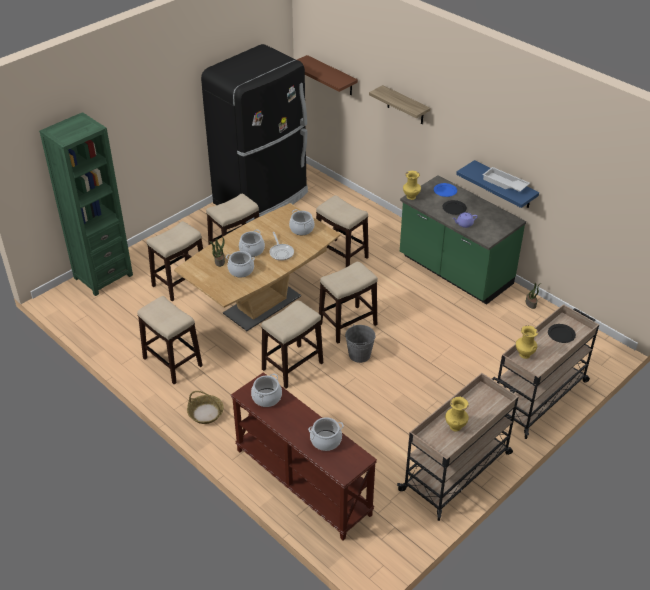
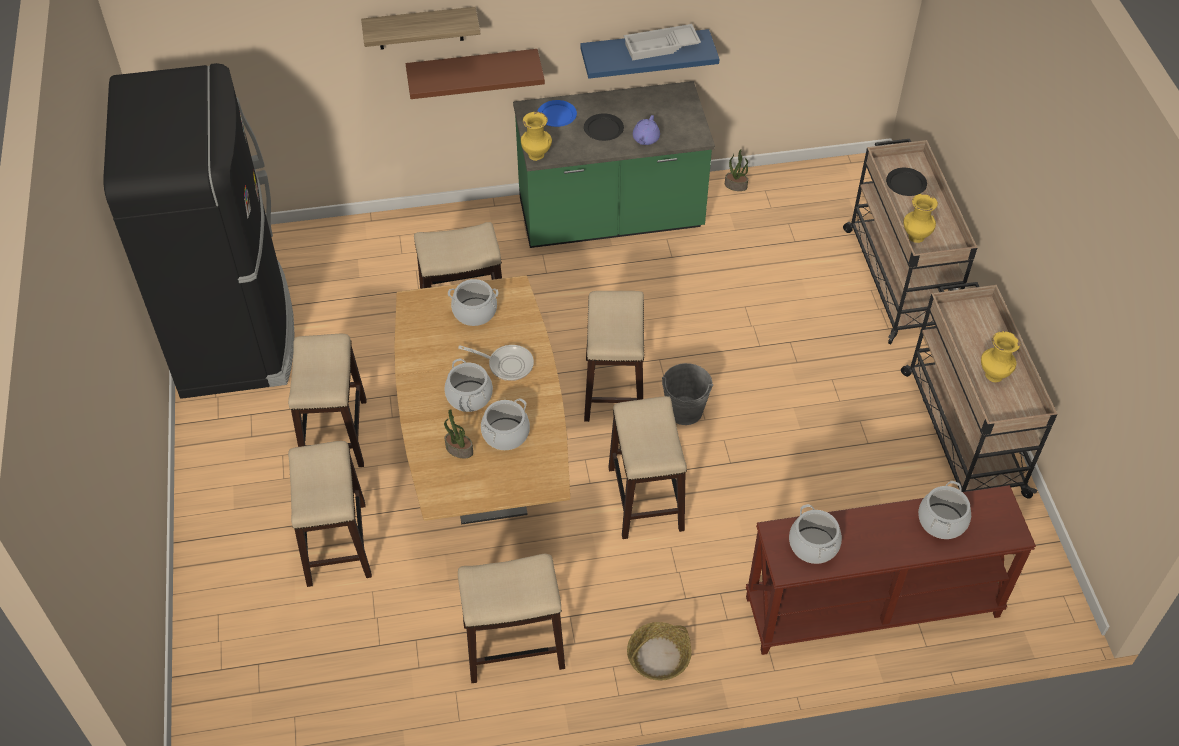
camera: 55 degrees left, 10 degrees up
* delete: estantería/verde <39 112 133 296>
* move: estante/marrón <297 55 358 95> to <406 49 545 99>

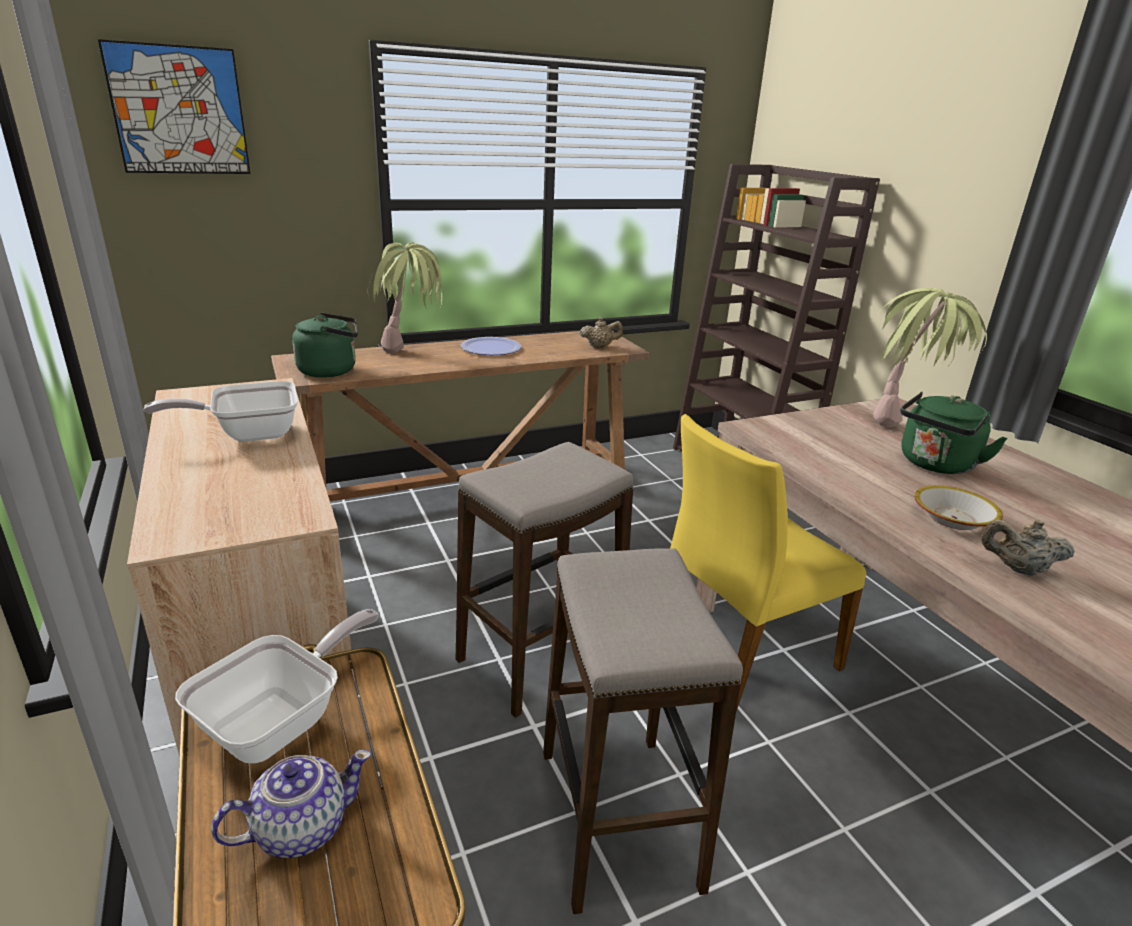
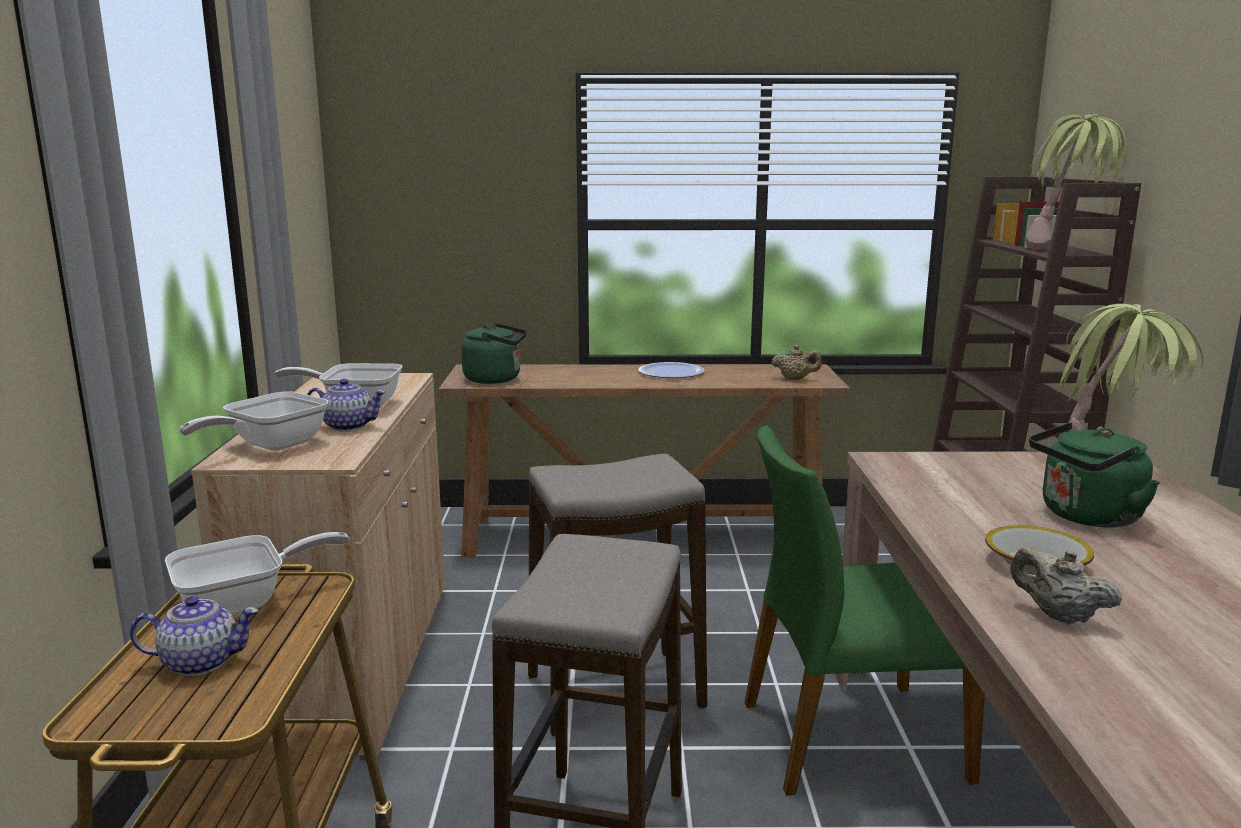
camera: 25 degrees right, 10 degrees down
* delete: cuadro <98 39 251 174>
* move: planta en maceta <367 243 442 353> to <1025 114 1127 250>
* recolor: silla/amarillo <670 414 866 712> to silla/verde <744 425 985 796>
* insert: sartén <179 391 329 451>
* insert: tetera <307 379 386 431>

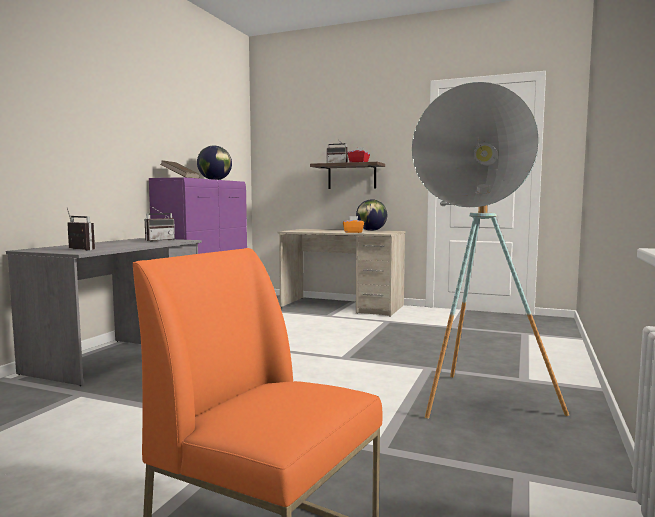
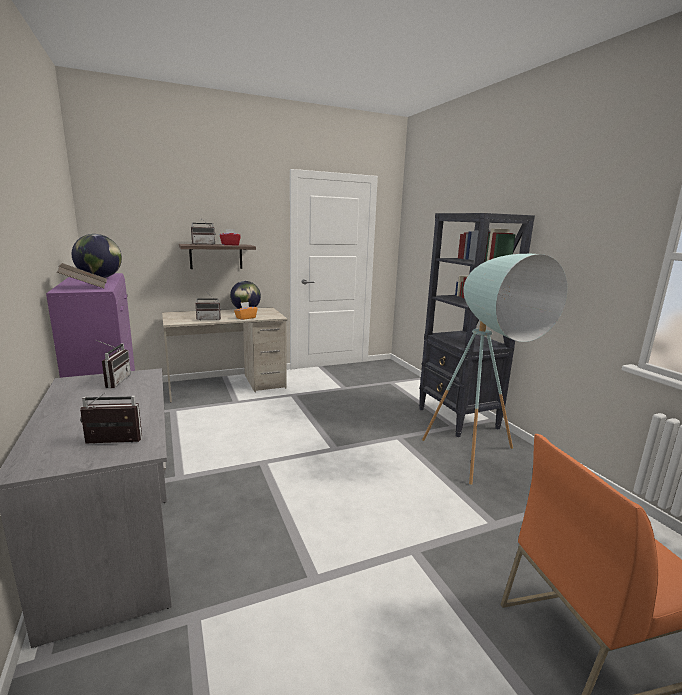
camera: 45 degrees left, 10 degrees up
* insert: radio <195 294 221 320>
* insert: estantería/negro <419 213 535 437>

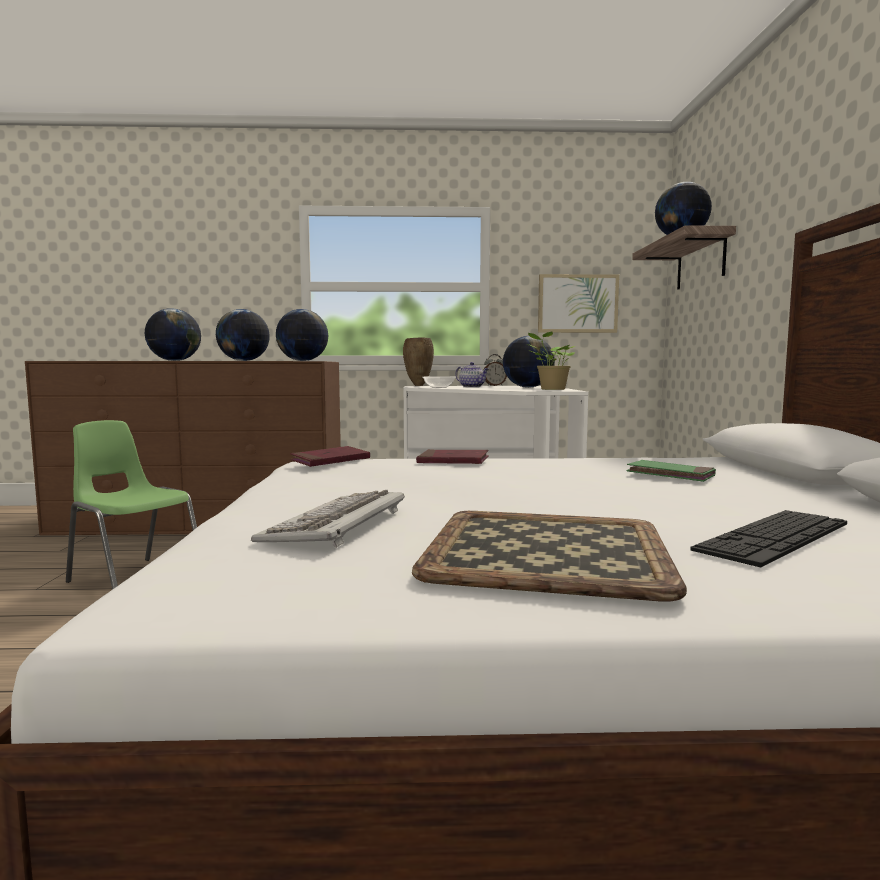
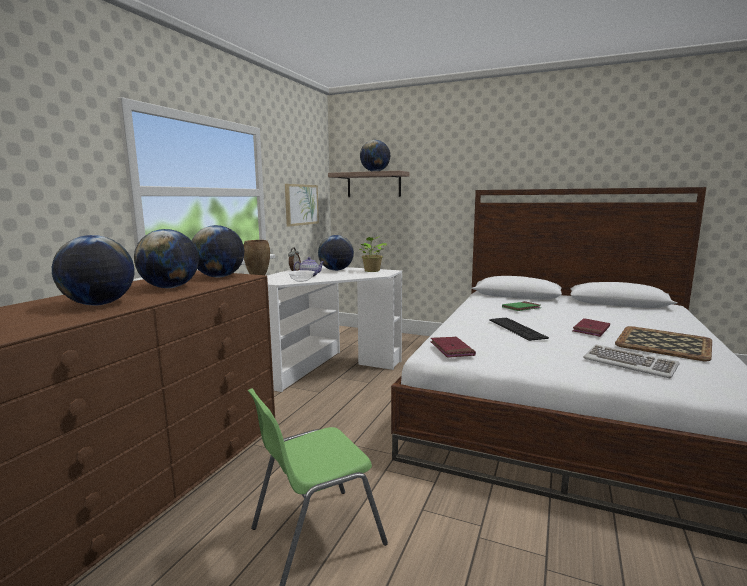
camera: 65 degrees left, 5 degrees up
* move: libro/rojo <416 449 489 464> to <573 318 610 337>
* move: teclado <690 510 847 568> to <489 317 549 341>

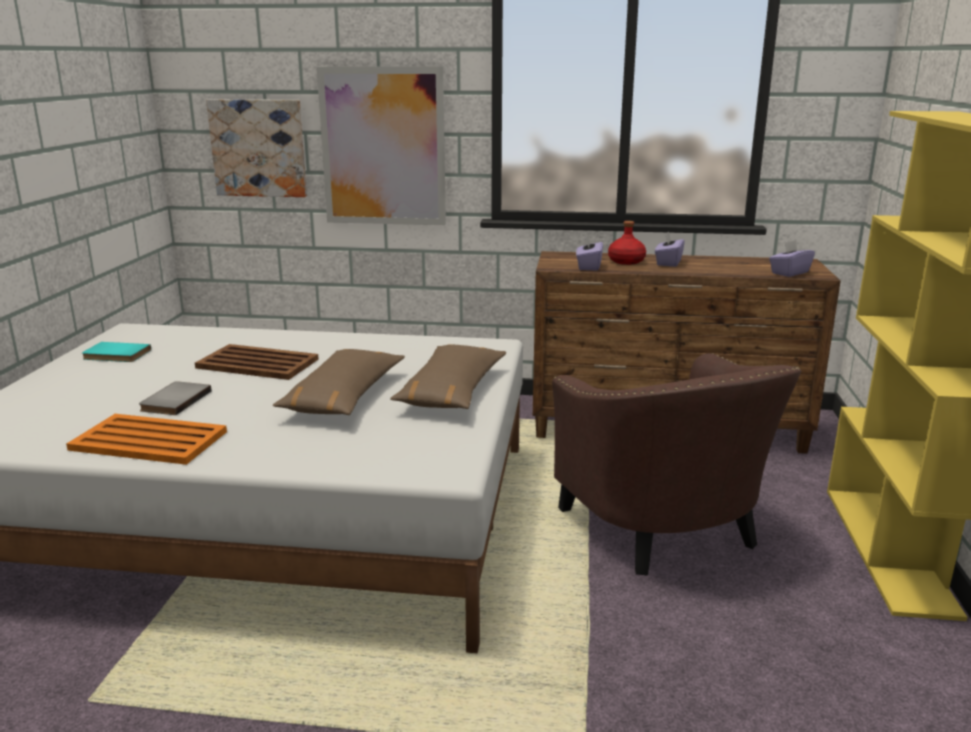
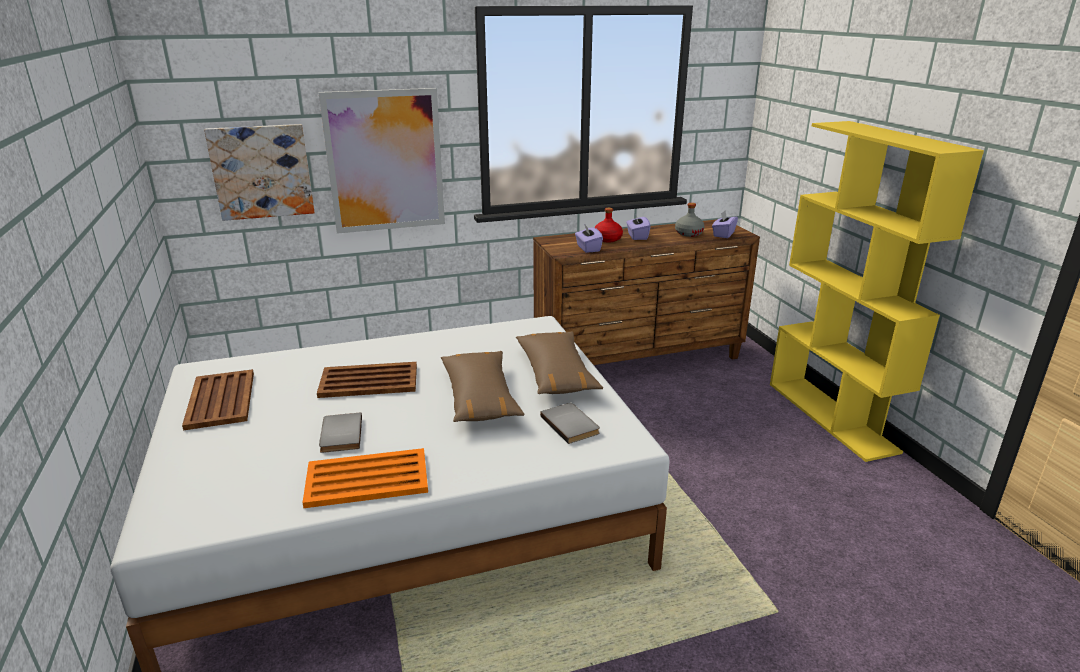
camera: 25 degrees left, 5 degrees up
* replace: libro/turquesa <82 342 151 362> to bandeja/marrón <182 369 254 430>
* delete: sillón/marrón <552 353 801 575>
* insert: libro/gris <540 403 600 444>
* insert: botella/gris <675 203 705 237>

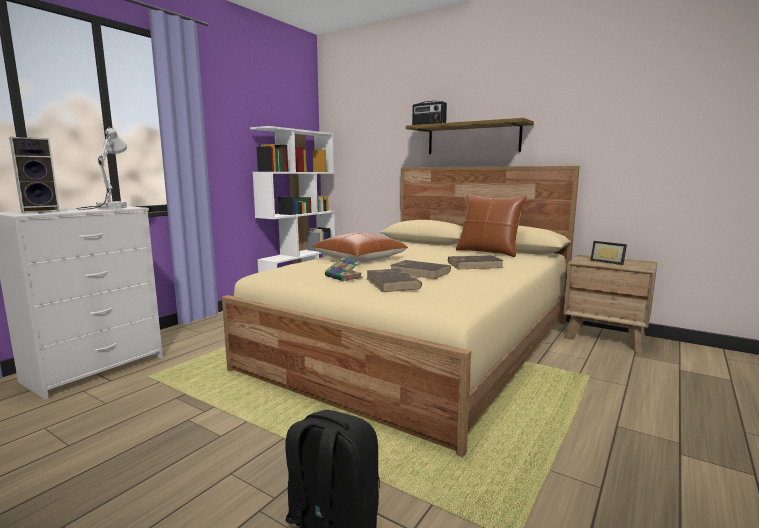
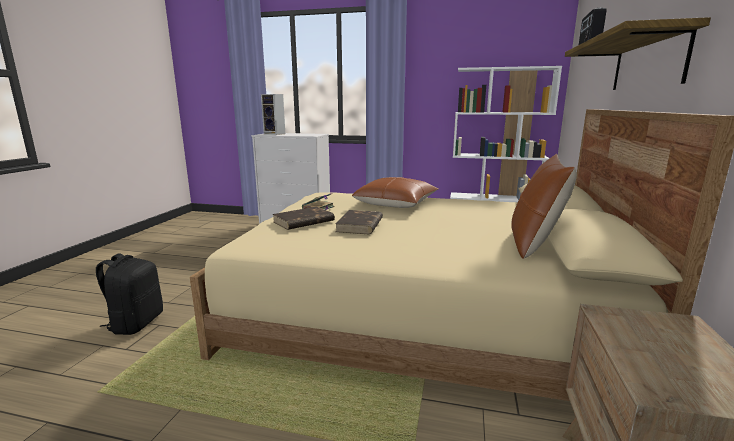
camera: 70 degrees right, 5 degrees up
* delete: lámpara de mesa/blanco <76 126 127 210>
* delete: libro/marrón <448 255 504 269>
* delete: portarretratos <590 241 627 265>

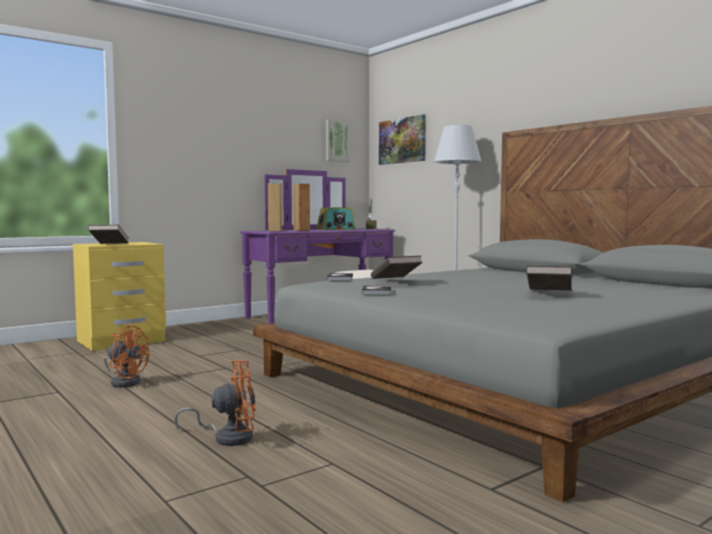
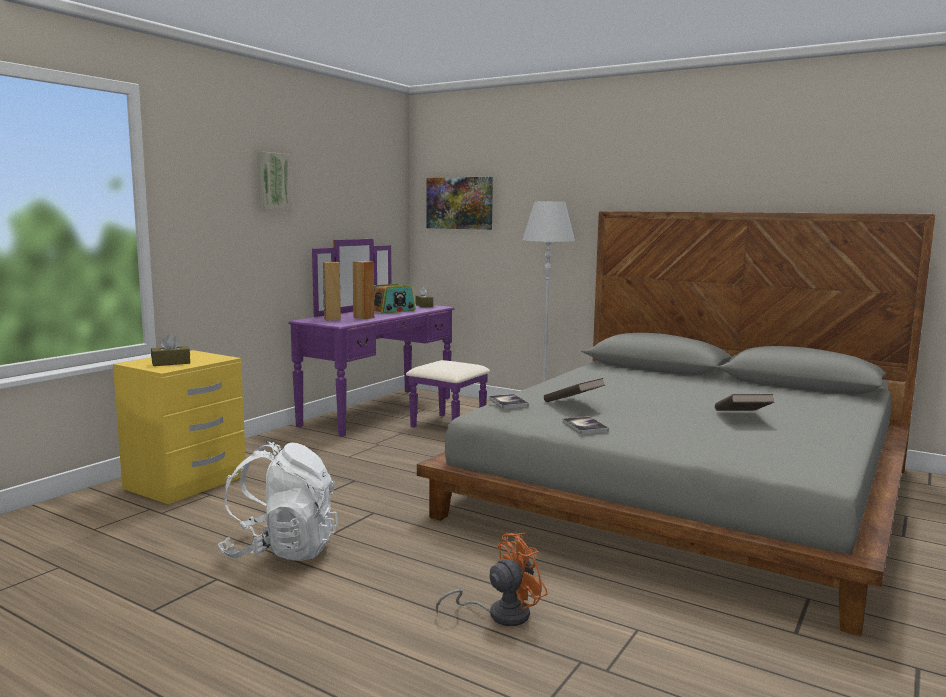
camera: 20 degrees left, 5 degrees up
* replace: libro/marrón <88 225 128 244> to caja de pañuelos/marrón <151 334 190 366>
* replace: ventilador/naranja <104 324 149 387> to mochila/blanco <217 442 338 561>
* move: cuadro <326 120 350 162> to <257 151 292 212>

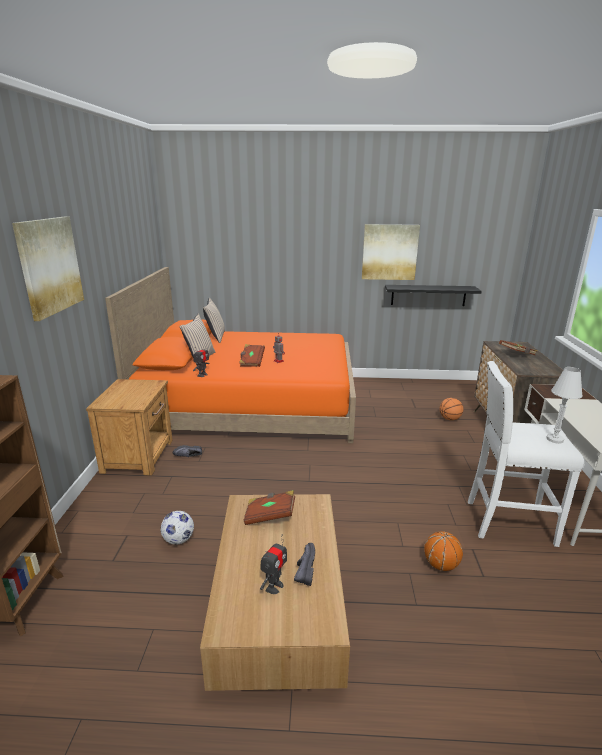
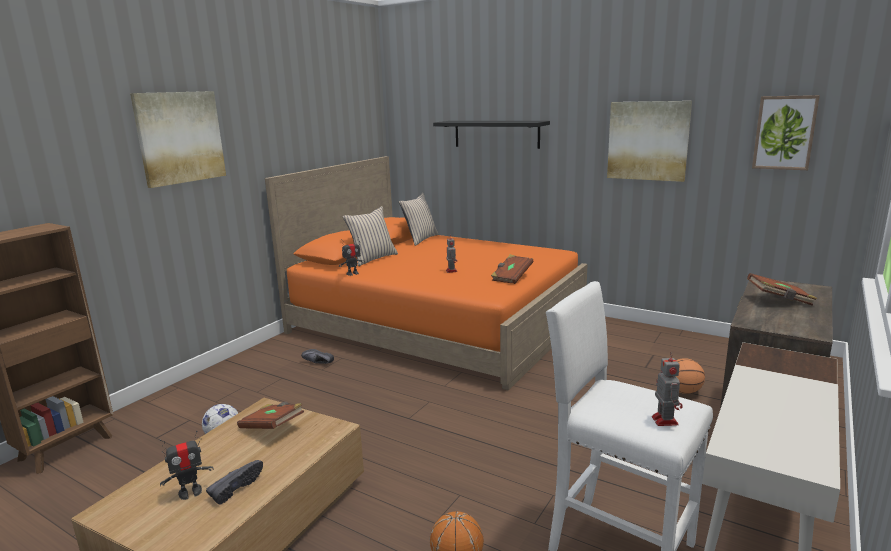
camera: 30 degrees right, 5 degrees down
* delete: mesita de noche/marrón <86 379 173 476>
* move: libro/marrón <239 344 265 367> to <491 255 533 284>
* move: estante/negro <385 285 482 306> to <433 121 550 149>
* replace: lámpara de mesa/blanco <546 367 583 444> to robot de juguete <652 352 683 426>
* insert: cuadro <752 95 820 170>

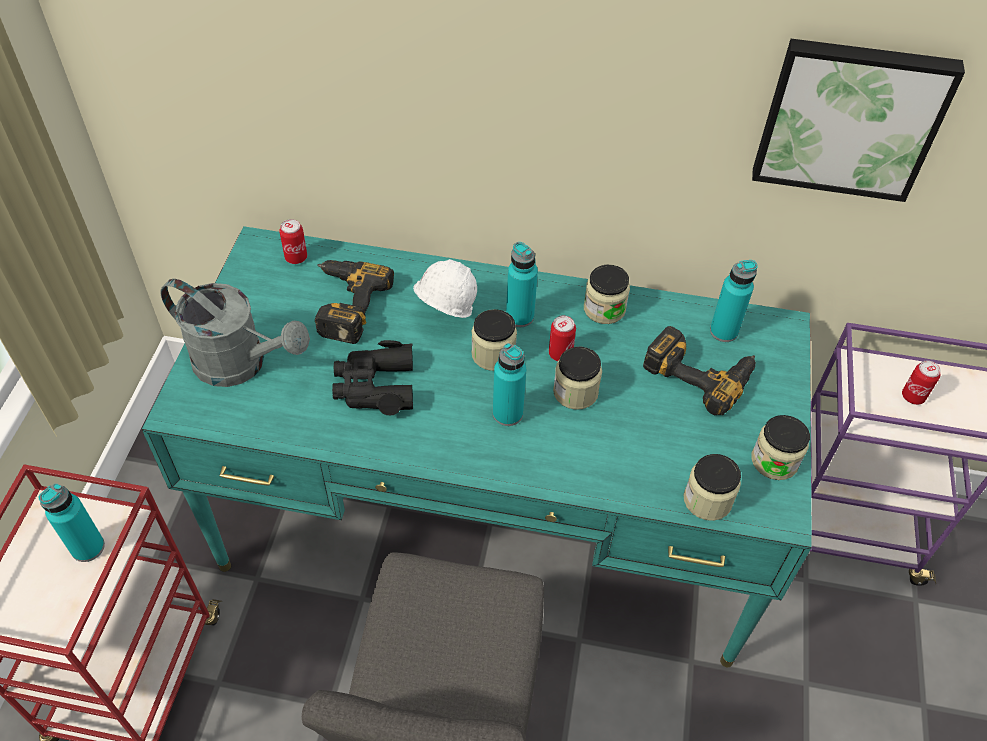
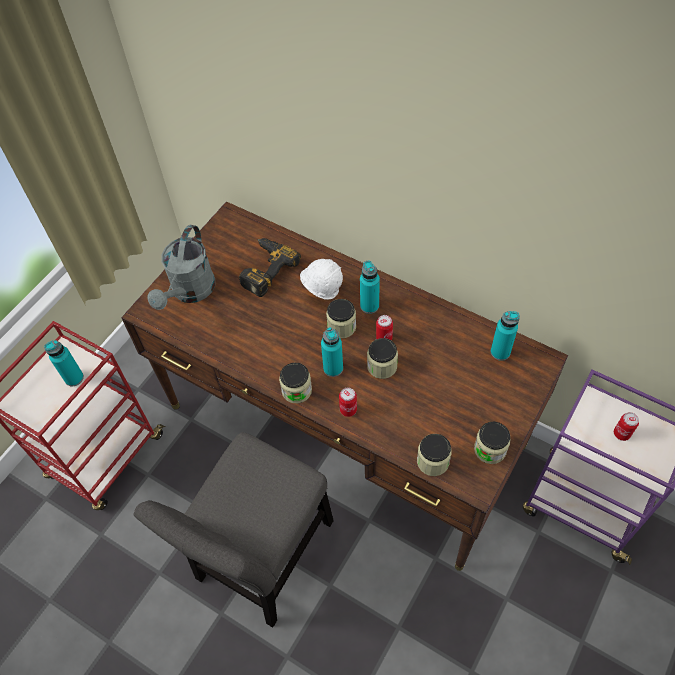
camera: 25 degrees right, 5 degrees up
* recolor: escritorio/turquesa <142 226 812 667> to escritorio/marrón <121 201 568 571>
* rotate: regadera/gris <160 279 310 387> = <147 225 215 310> 60 degrees clockwise
* move: lata <279 219 307 264> to <339 388 357 417>
* delete: prismáticos/negro <332 340 413 415>
* move: tarro <584 265 630 324> to <279 363 312 403>
* delete: taladro <643 326 756 415>
* delete: cuadro <752 39 965 202>

